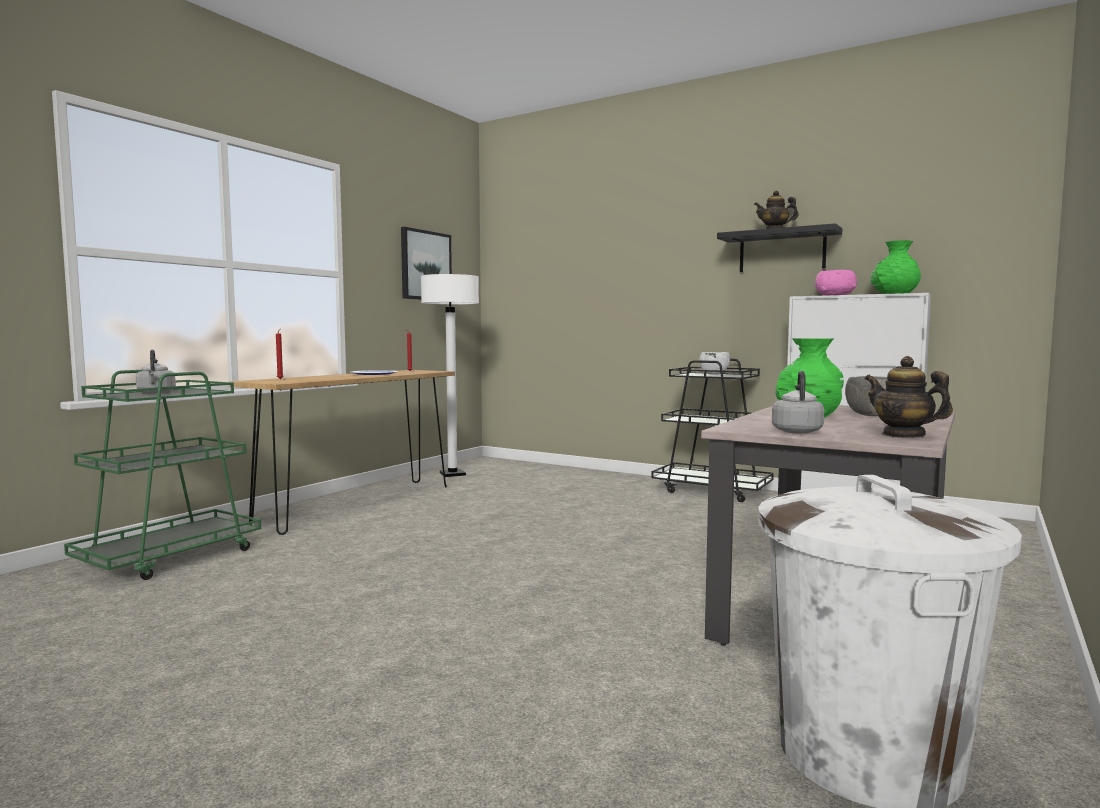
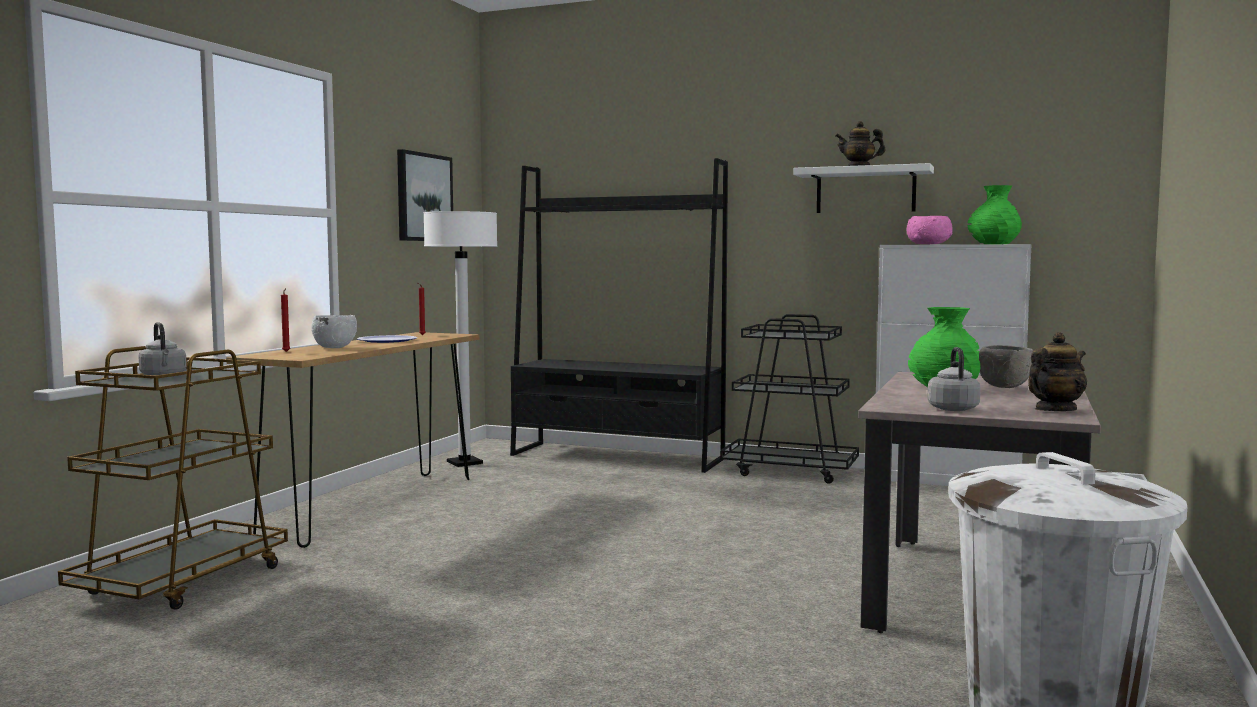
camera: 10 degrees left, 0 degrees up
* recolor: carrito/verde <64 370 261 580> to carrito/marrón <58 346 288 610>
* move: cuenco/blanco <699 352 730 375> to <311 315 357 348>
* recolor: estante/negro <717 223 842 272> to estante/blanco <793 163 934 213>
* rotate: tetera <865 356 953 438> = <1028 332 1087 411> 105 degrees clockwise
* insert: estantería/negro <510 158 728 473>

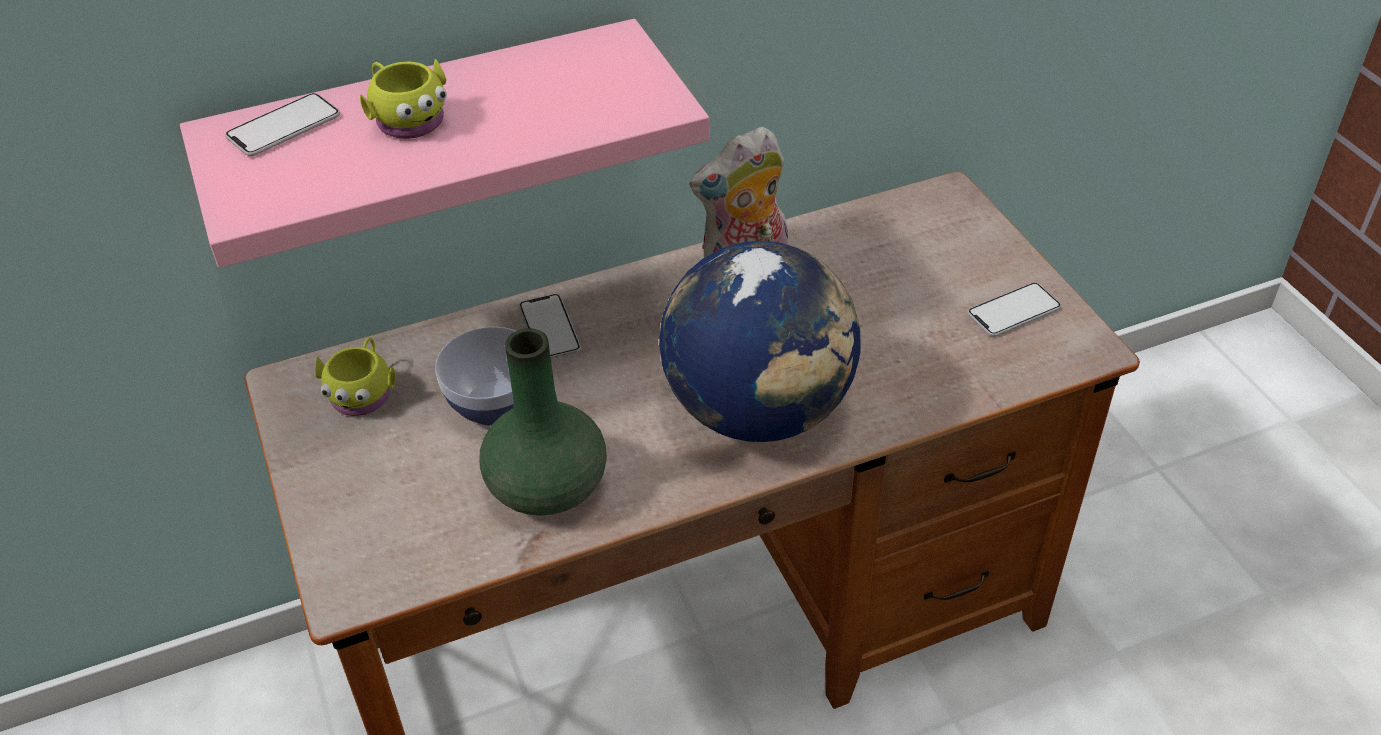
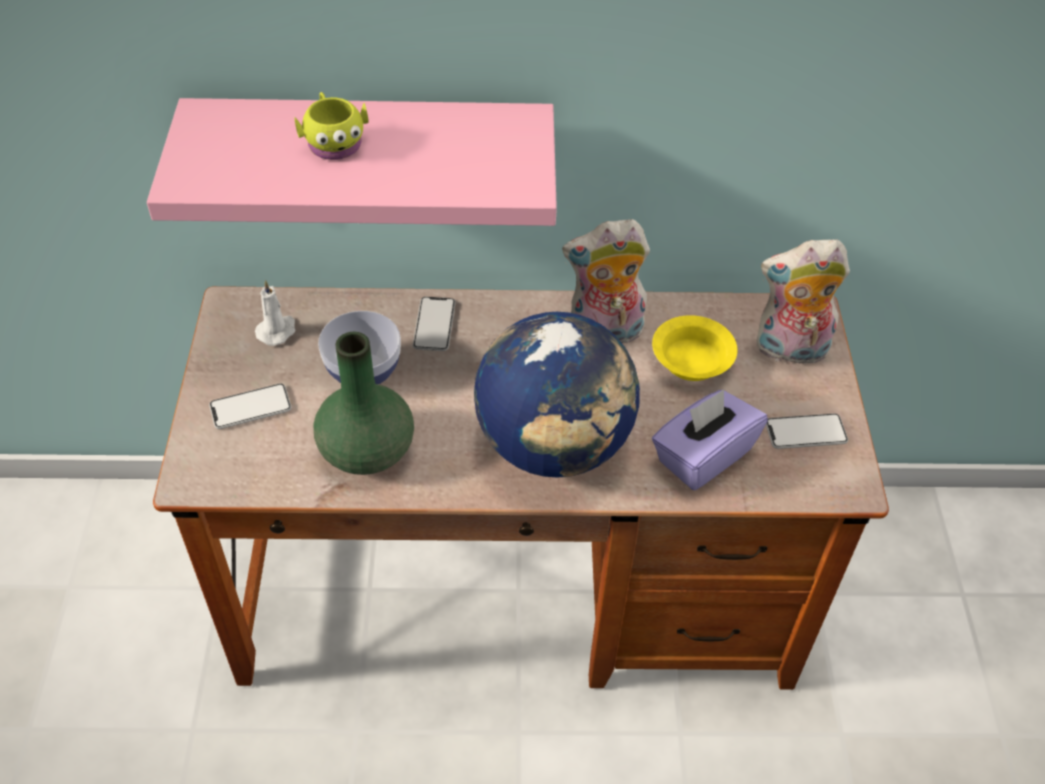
camera: 20 degrees right, 5 degrees up
* move: móvil <225 93 340 156> to <209 384 292 429>
* replace: taza grande/amarillo <315 337 396 416> to vela/blanco <255 280 295 346>
* insert: cuenco/amarillo <652 315 738 381>
* insert: caja de pañuelos/morado <652 390 768 490>
* insert: peluche <757 239 850 365>

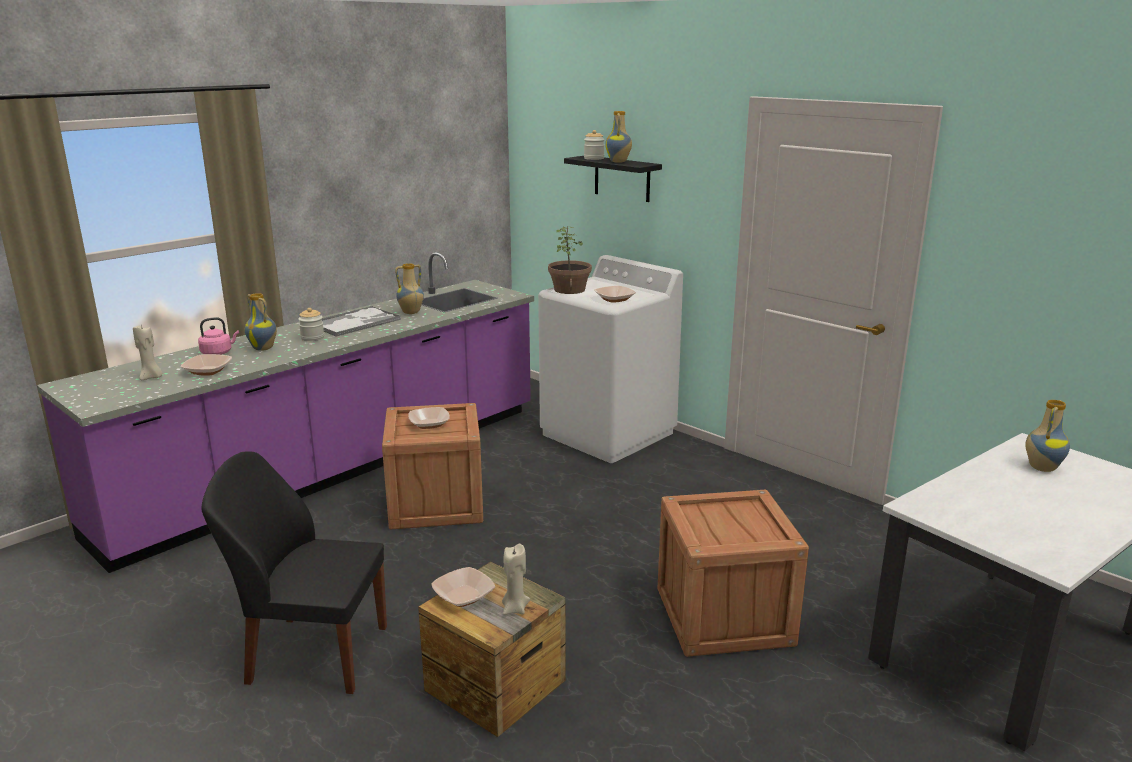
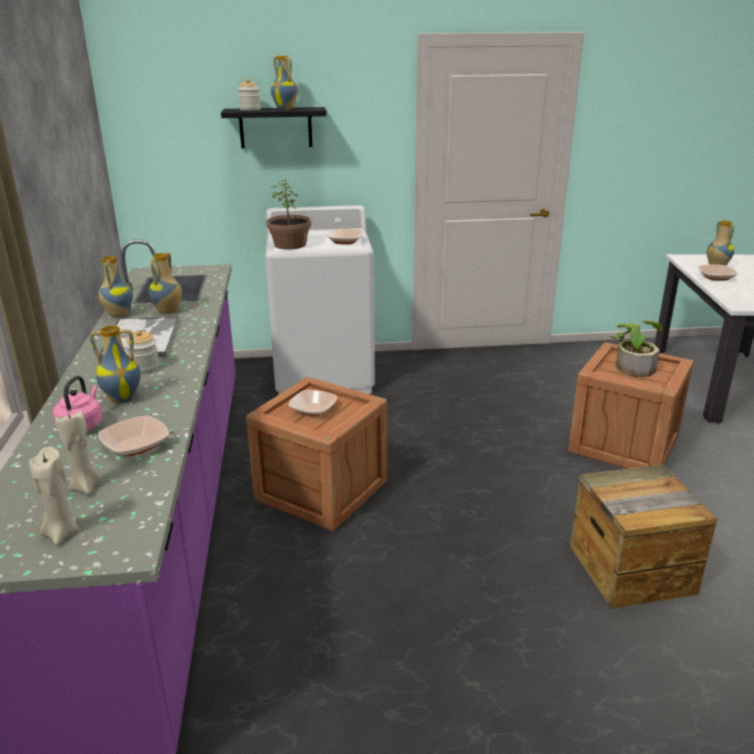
camera: 50 degrees left, 5 degrees up
* delete: silla/negro <201 451 387 694>
* move: cuenco <431 567 495 607> to <697 265 738 281>
* move: vela/beis <502 544 530 615> to <29 447 80 545>
* insert: florero <99 256 133 317>
* insert: planta en maceta <609 320 663 377>

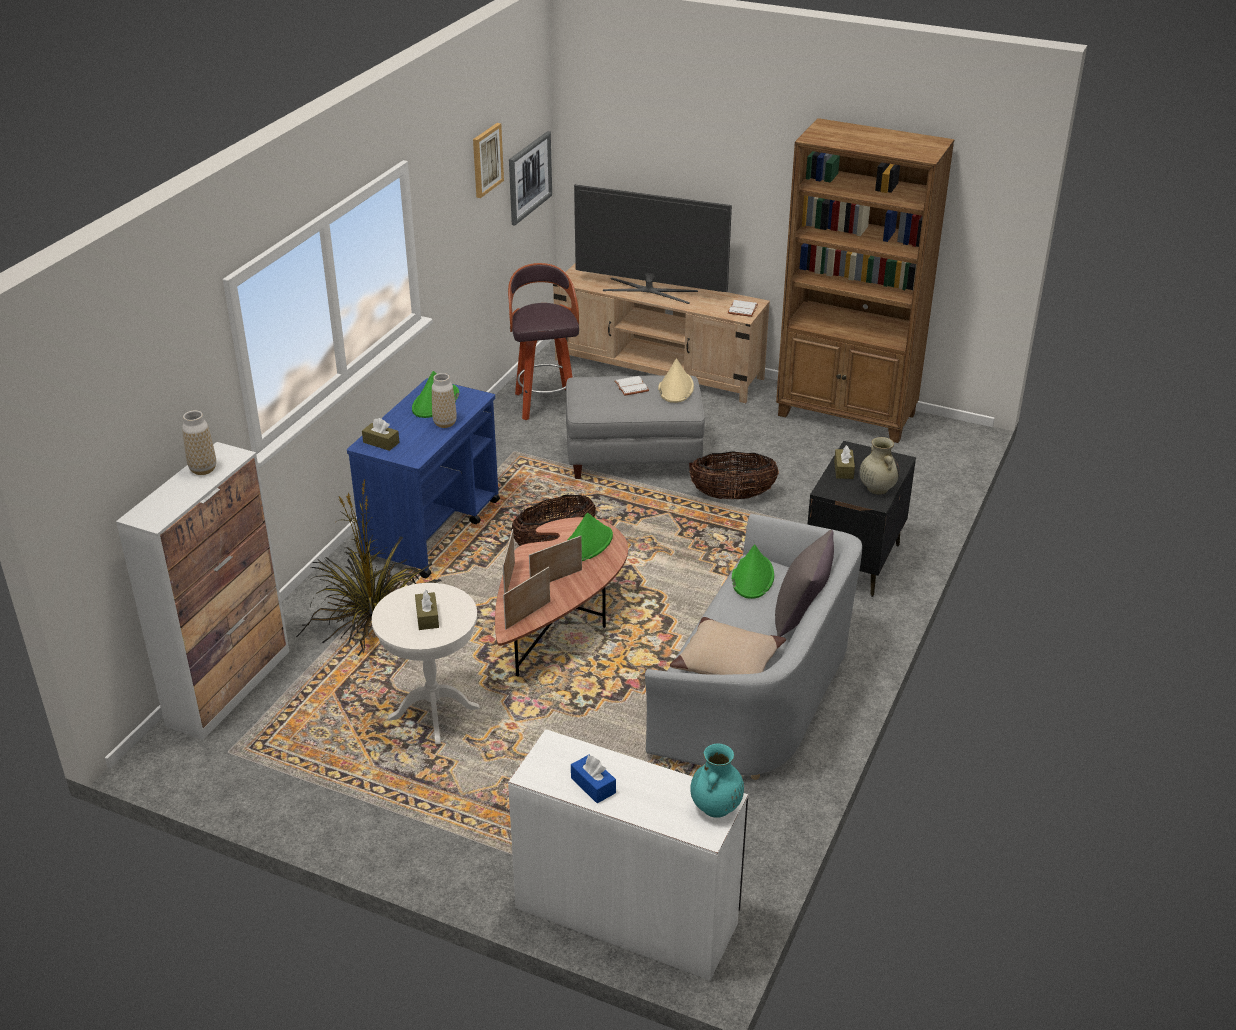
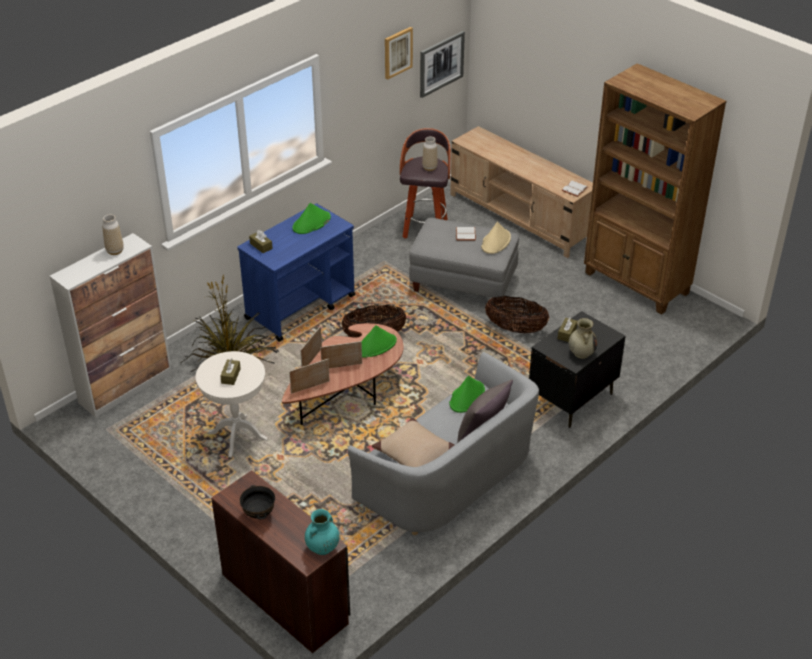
camera: 20 degrees right, 5 degrees up
* move: florero <432 373 457 428> to <422 136 438 171>
* recolor: escritorio/blanco <508 729 748 981> to escritorio/marrón <211 470 350 653>
* replace: caja de pañuelos/azul <571 754 616 803> to cuenco/negro <240 485 275 519>
* delete: televisor <574 184 732 304>

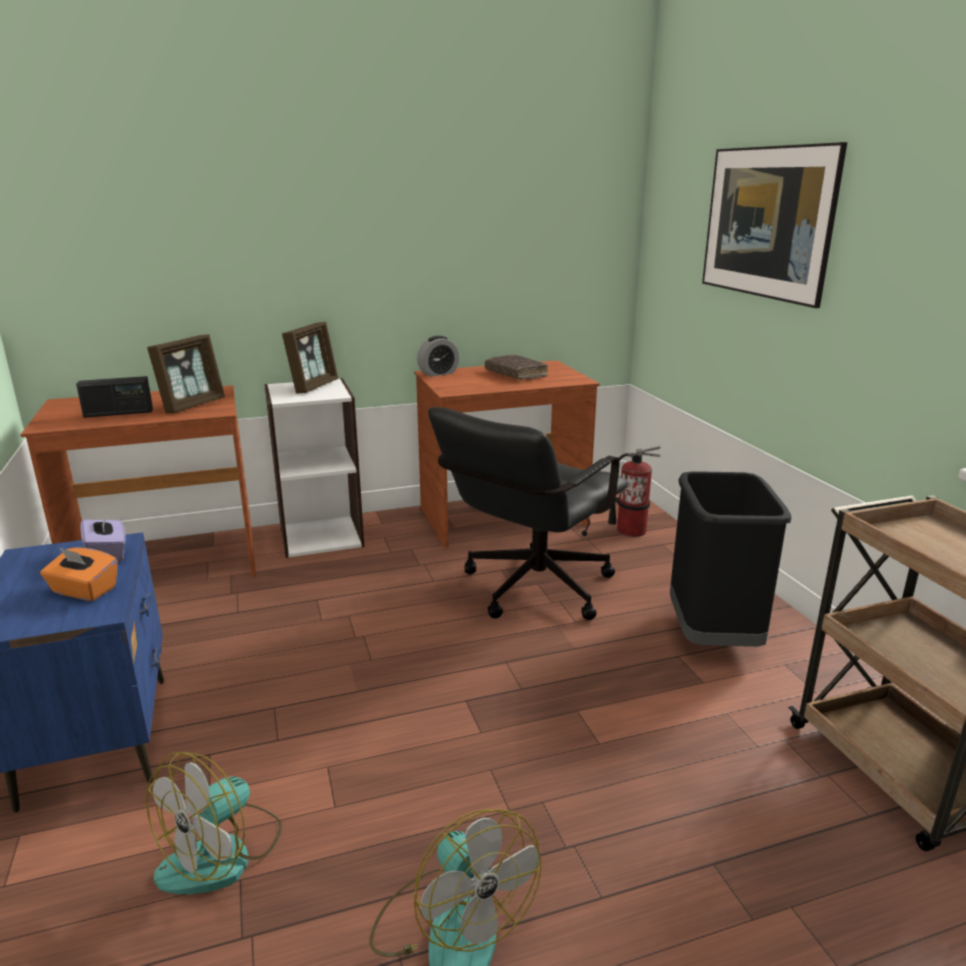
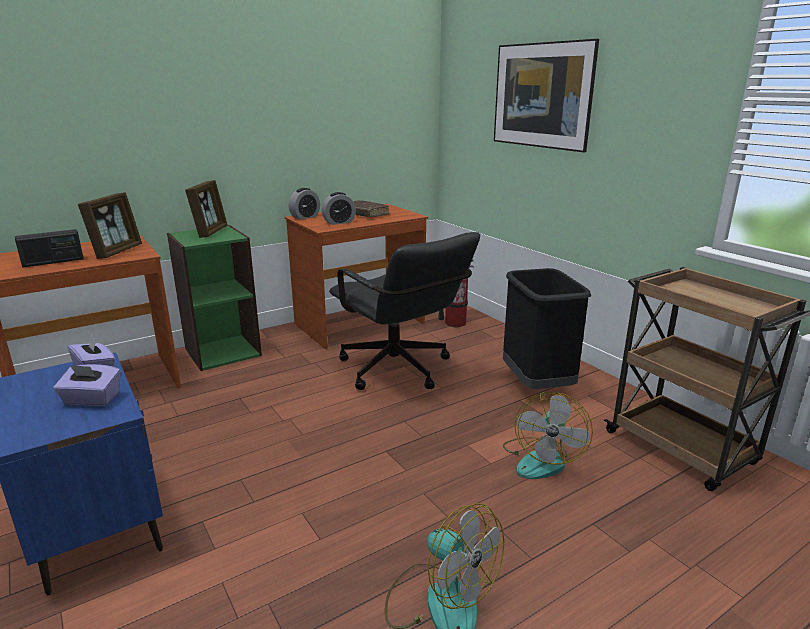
camera: 15 degrees left, 0 degrees up
* recolor: caja de pañuelos/naranja <40 547 117 601> to caja de pañuelos/morado <53 364 121 406>
* move: ventilador <146 752 282 894> to <503 392 593 479>
* recolor: estantería/blanco <264 378 364 558> to estantería/verde <167 225 262 371>
* rotate: silla de oficina/negro <428 407 628 620> = <329 232 480 390> 60 degrees counterclockwise
* insert: despertador <322 192 356 225>

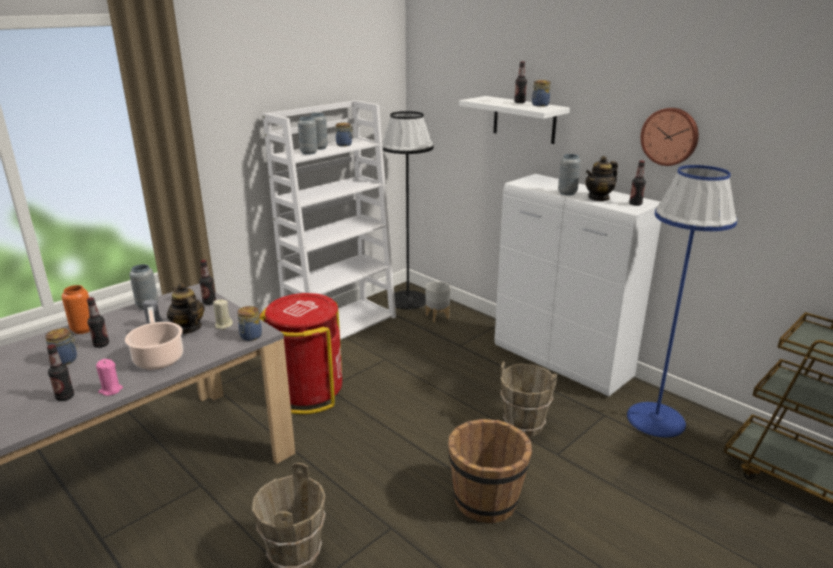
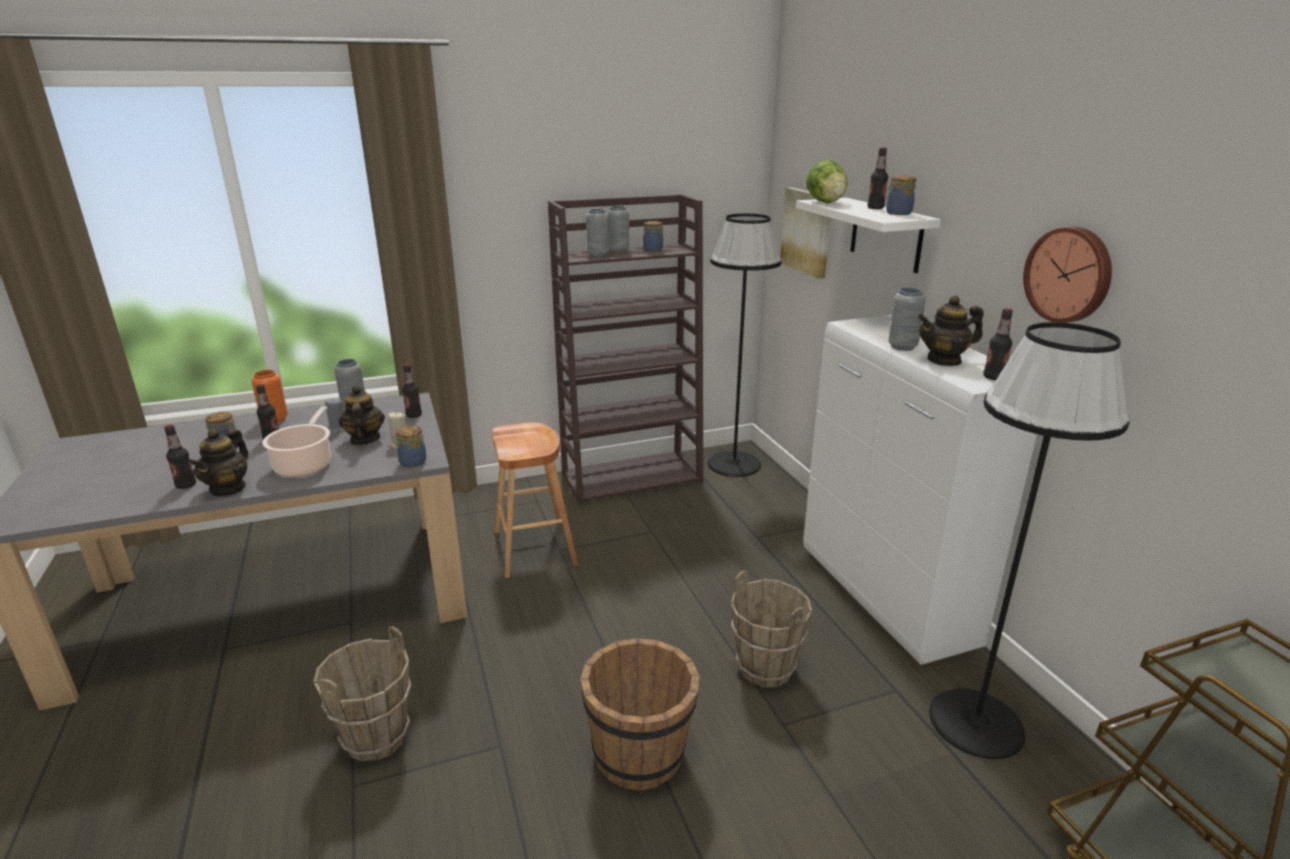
camera: 25 degrees right, 0 degrees up
* replace: vela/rosa <96 359 123 396> to tetera <188 429 248 497>
* replace: papelera/rojo <259 293 342 414> to taburete/marrón <492 422 578 578>
* recolor: estantería/blanco <263 100 396 340> to estantería/marrón <548 194 703 505>
* delete: maceta/gris <425 282 450 322>
* recolor: lámpara de pie/azul <627 165 738 438> to lámpara de pie/negro <929 322 1130 759>
* insert: cuadro <780 187 831 279>
* insert: lechuga <806 159 848 203>

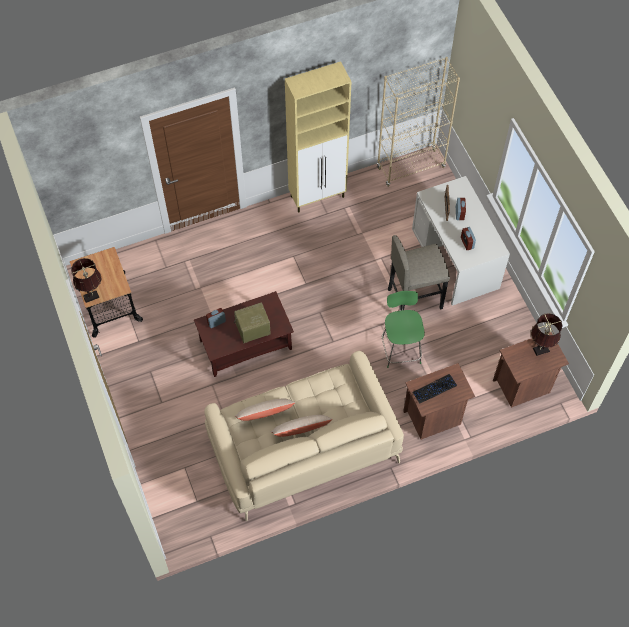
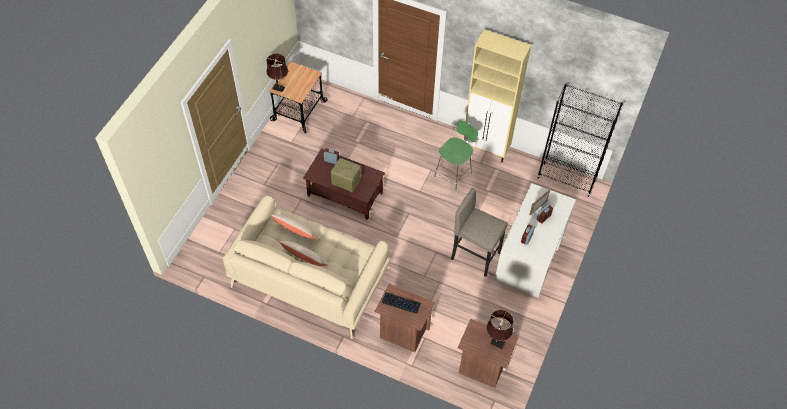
camera: 45 degrees right, 5 degrees down
* recolor: estantería/beis <377 57 460 187> to estantería/negro <537 83 623 197>
* move: silla/verde <382 291 425 368> to <434 120 478 190>

